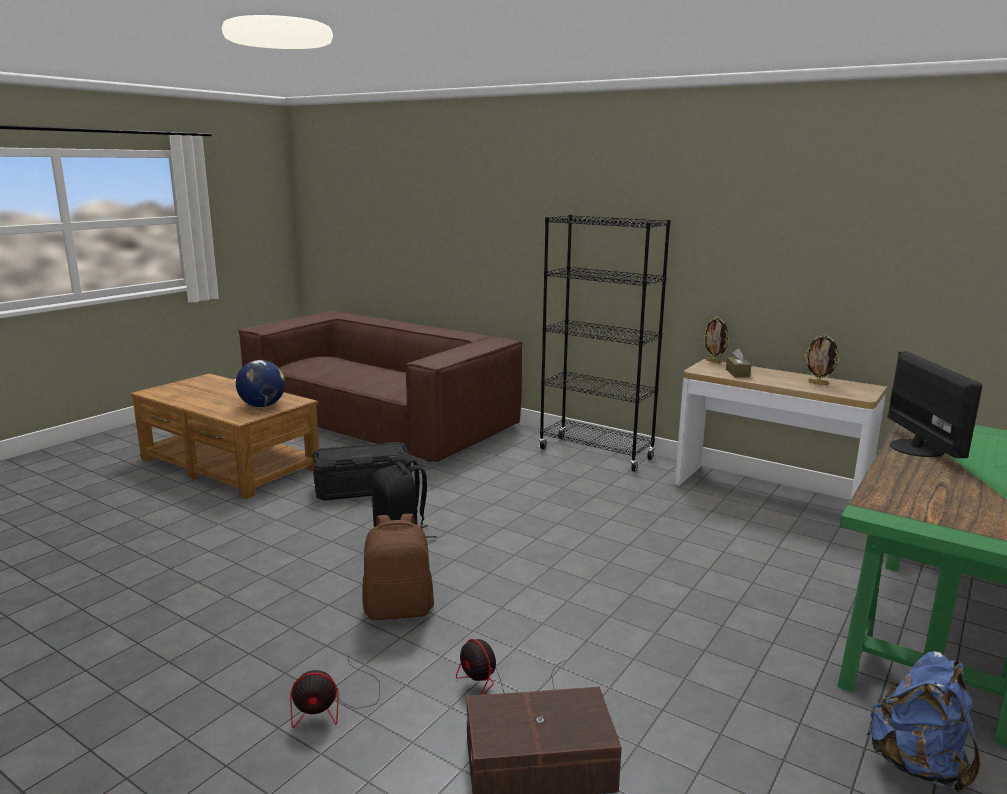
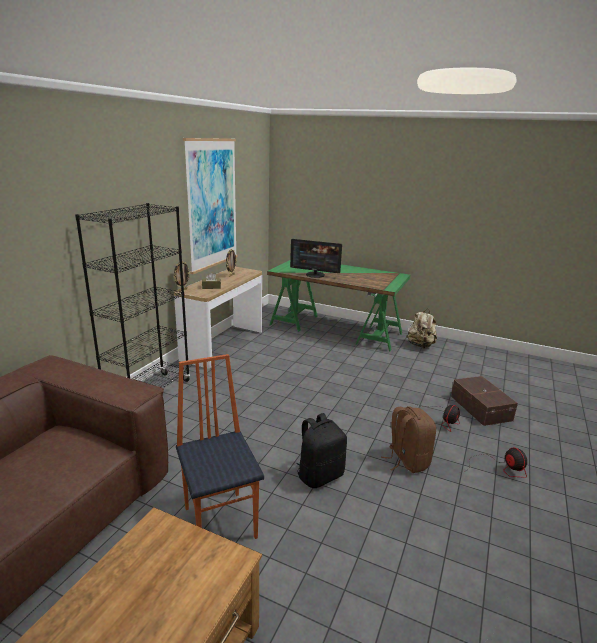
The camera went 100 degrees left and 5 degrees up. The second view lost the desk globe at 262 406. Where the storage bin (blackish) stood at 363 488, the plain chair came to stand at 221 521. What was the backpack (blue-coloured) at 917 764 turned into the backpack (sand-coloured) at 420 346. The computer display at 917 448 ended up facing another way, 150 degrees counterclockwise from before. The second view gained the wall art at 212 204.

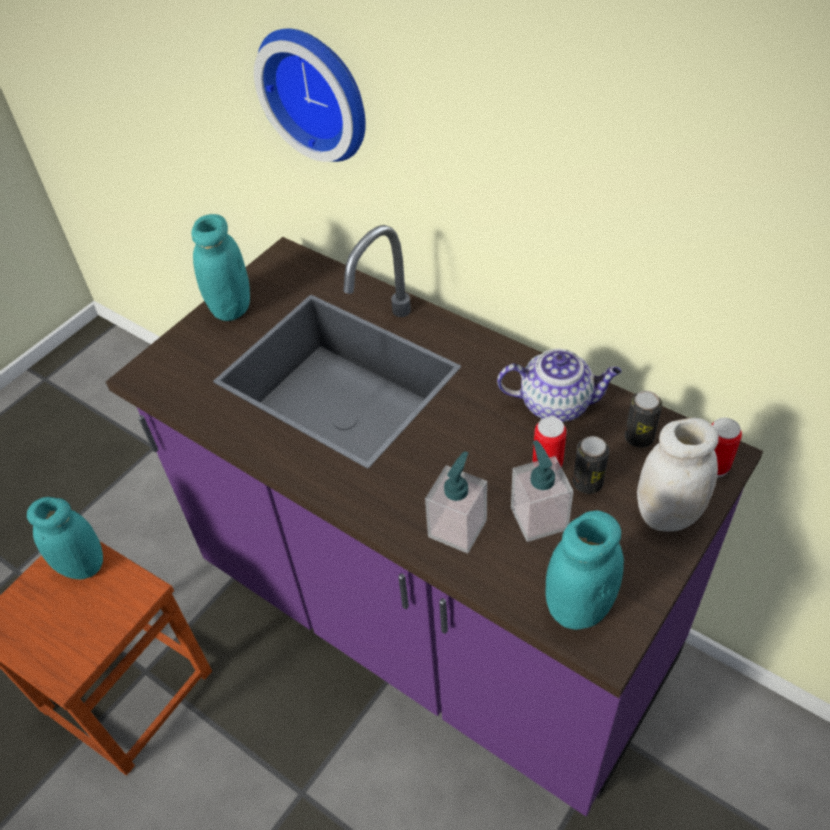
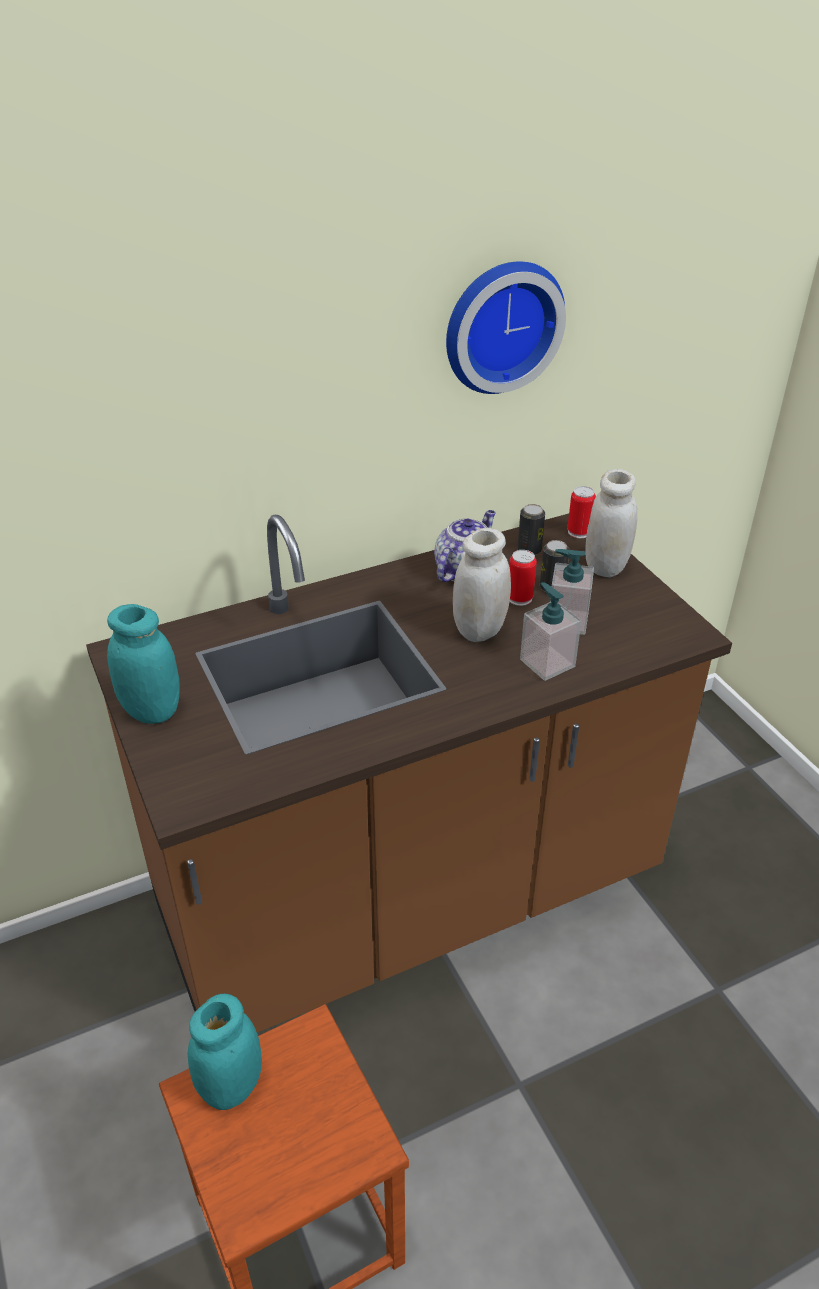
The camera went 65 degrees left and 10 degrees down. What was the counter (purplish) at 432 618 turned into the counter (brown) at 409 899. The clock on the wall ended up elsewhere, having gone from 318 91 to 500 325. The second view lost the preserve jar (turquoise-coloured) at 578 607. The second view gained the preserve jar (whitish) at 480 630.

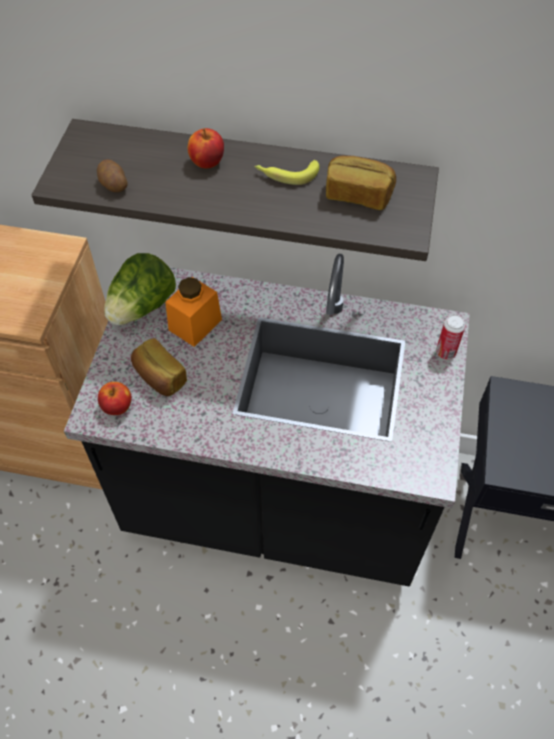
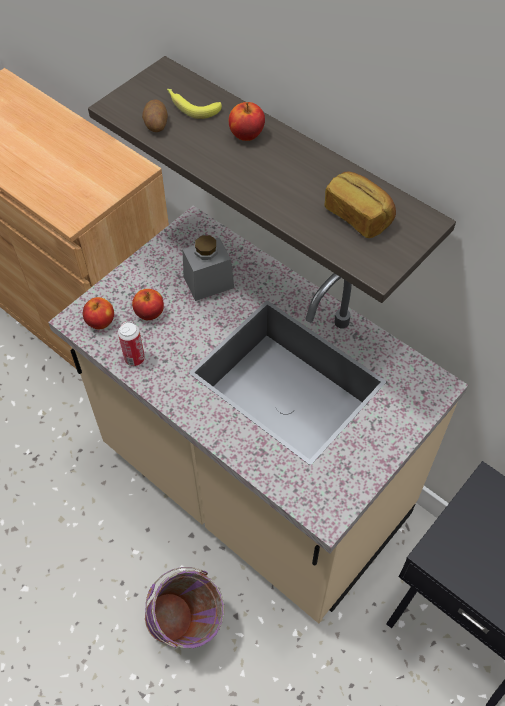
The camera went 30 degrees right and 0 degrees up. What was the counter (blackish) at 277 501 turned into the counter (sand-coloured) at 253 485. The second view lost the head of lettuce at 142 307. Where the bread stood at 159 377, the whole apple came to stand at 149 313. What was the preserve jar (orange) at 195 324 turned into the preserve jar (grey) at 208 282. The whole banana ended up elsewhere, having gone from 286 174 to 191 106. The metal can ended up elsewhere, having gone from 445 352 to 134 358. The second view gained the pail (purplish) at 187 627.

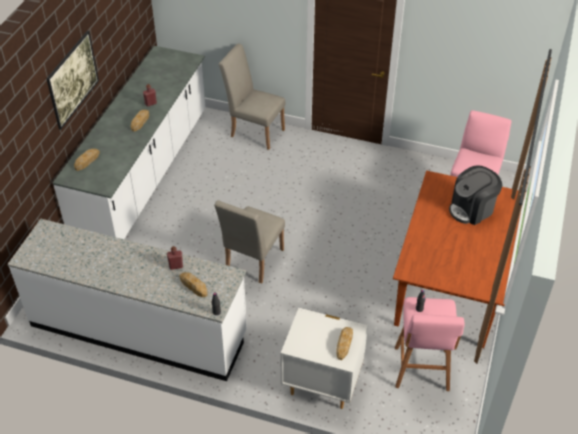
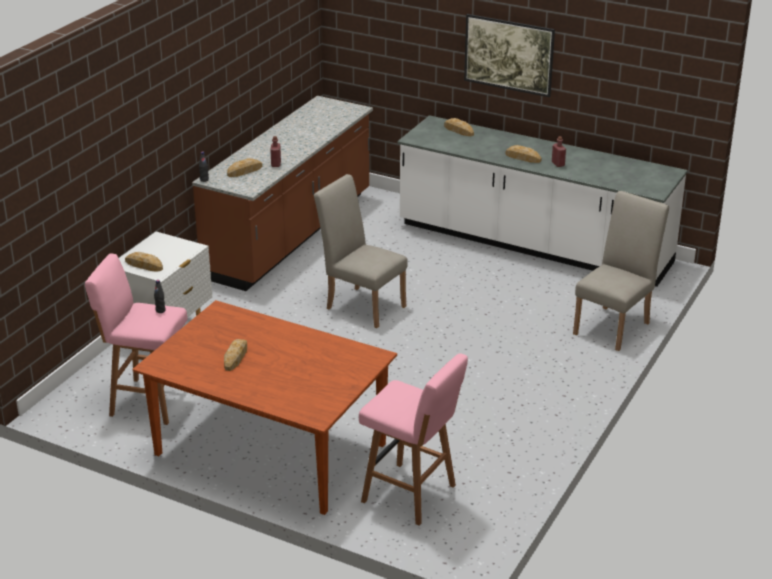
The camera went 100 degrees right and 15 degrees down. What was the counter (whitish) at 139 329 turned into the counter (brown) at 291 235. The second view lost the coffee machine at 472 209. The second view gained the bread at 235 357.

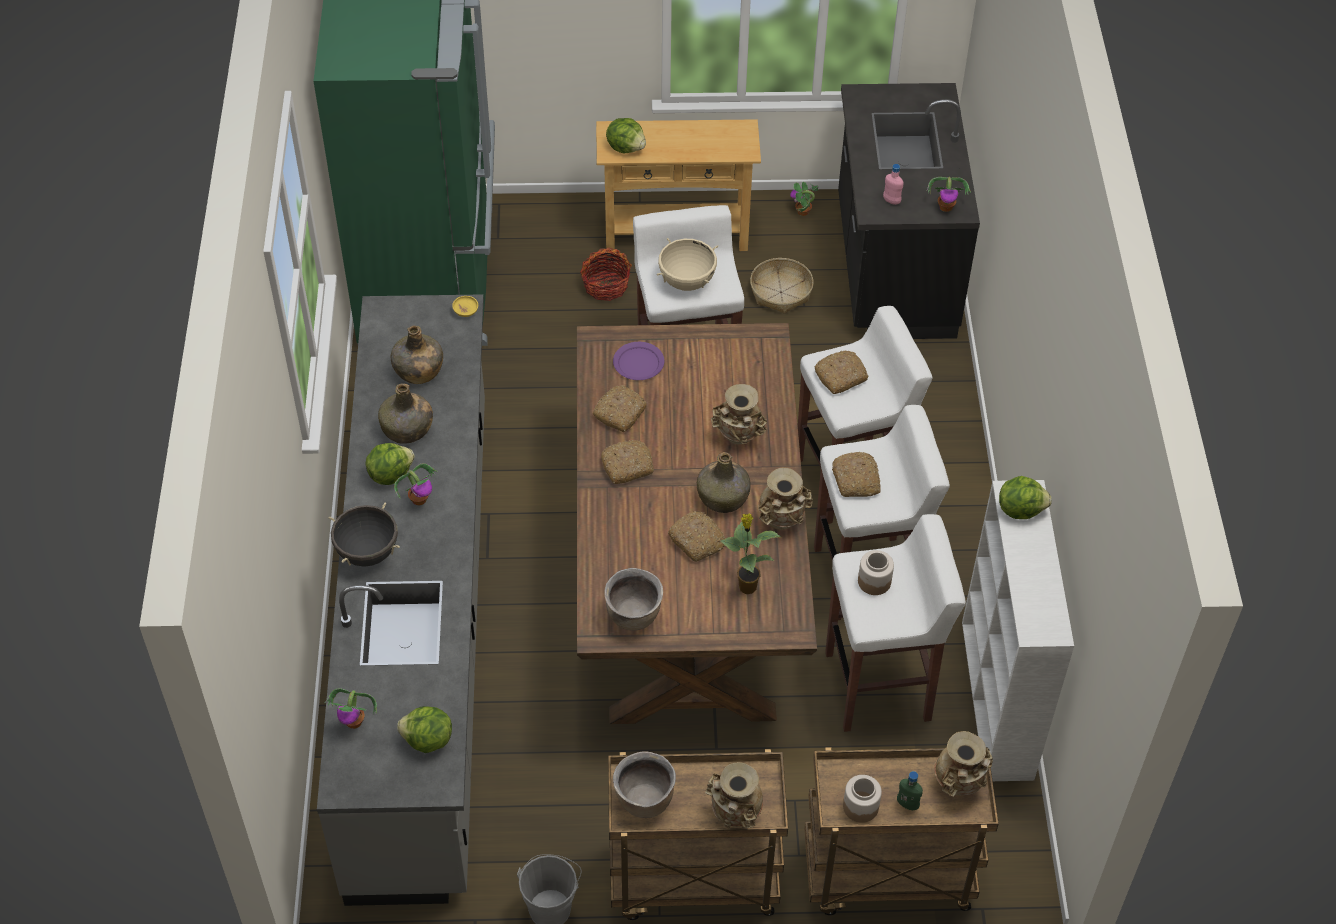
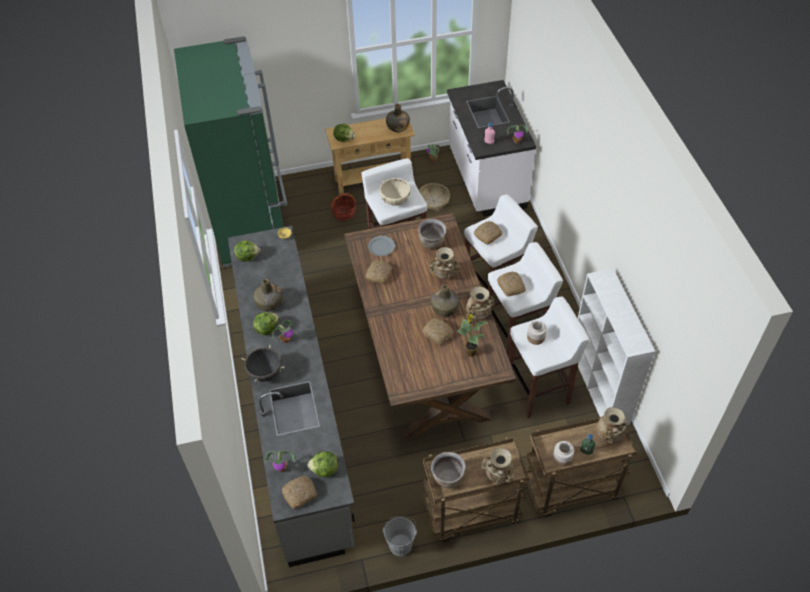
The camera went 10 degrees left and 0 degrees up. The drink bottle (green) ended up elsewhere, having gone from 418 370 to 397 127. The bread ended up elsewhere, having gone from 628 466 to 300 493. The stockpot (brown) ended up elsewhere, having gone from 634 616 to 432 243. What was the plate (purplish) at 638 363 turned into the plate (grey) at 381 247. What was the counter (blackish) at 892 269 turned into the counter (whitish) at 485 179. The head of lettuce ended up elsewhere, having gone from 1020 509 to 247 257.

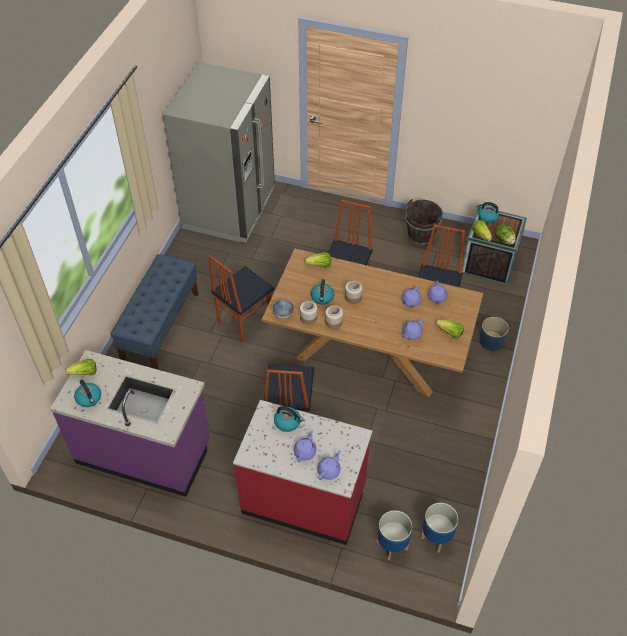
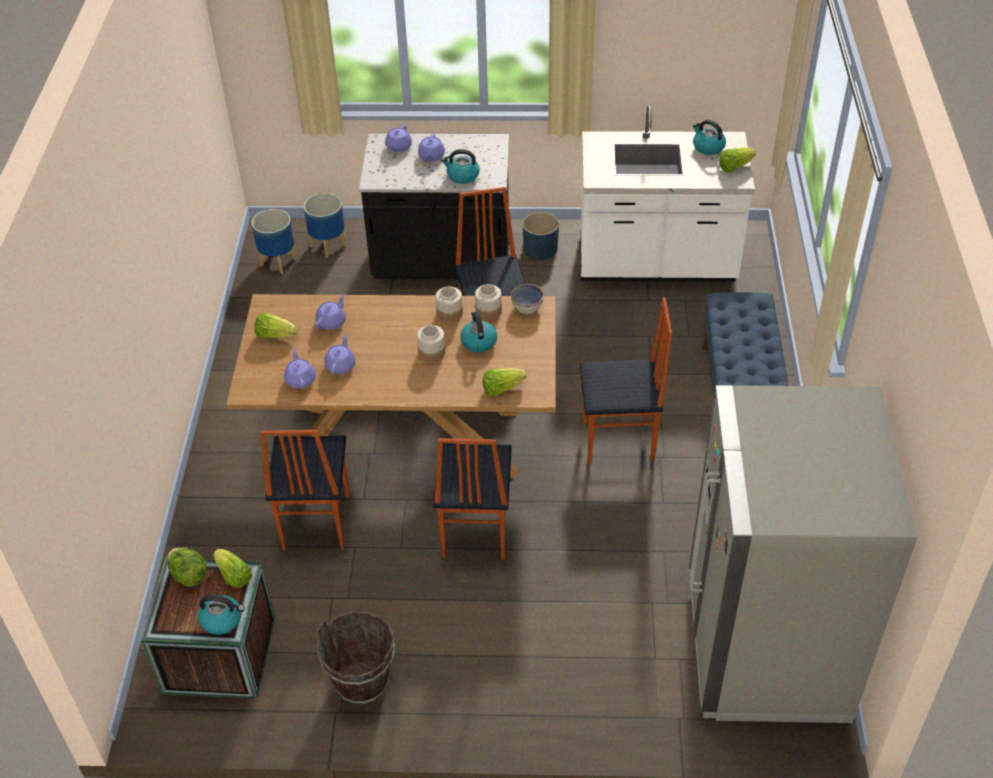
The camera went 165 degrees right and 5 degrees down. What was the counter (purplish) at 144 451 turned into the counter (whitish) at 656 264. The plain chair at 244 321 ended up facing another way, 60 degrees clockwise from before. What was the counter (red) at 304 498 turned into the counter (blackish) at 442 263. The flower pot (blue-coloured) ended up elsewhere, having gone from 491 341 to 540 248.

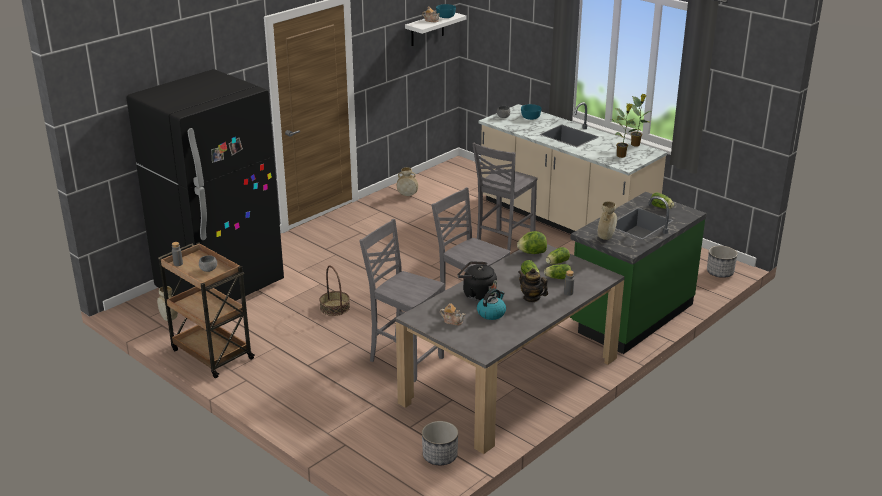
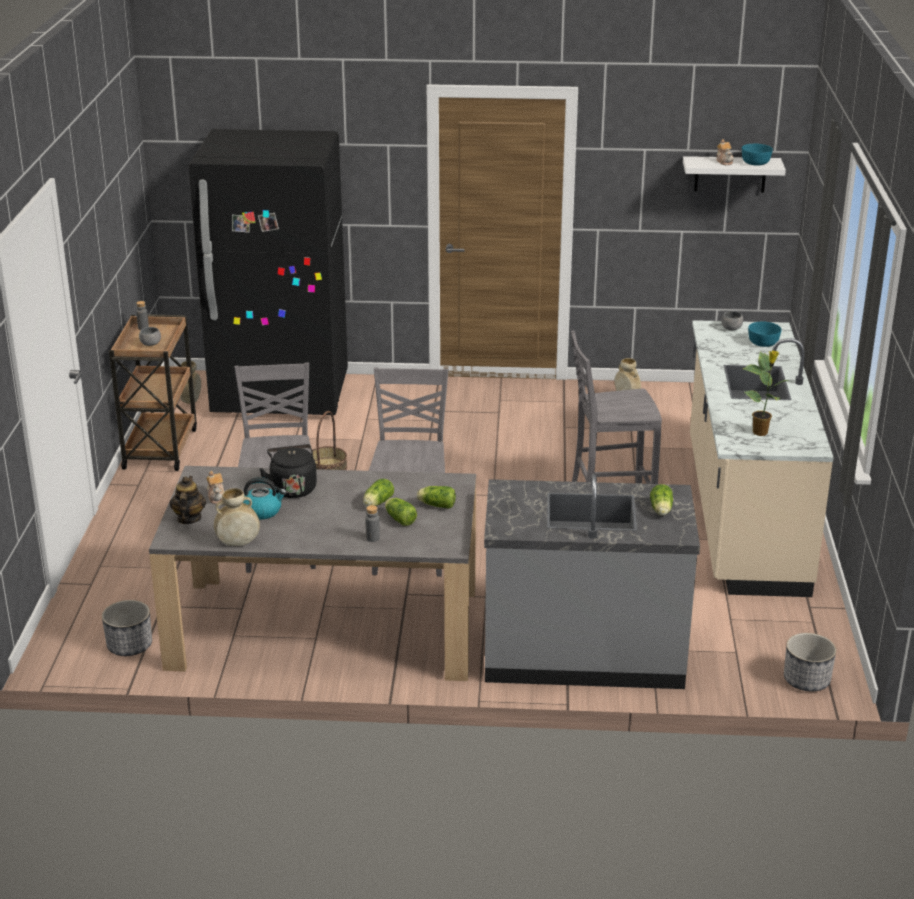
The camera went 50 degrees right and 0 degrees up. The second view lost the head of lettuce at 532 253. The teapot ended up elsewhere, having gone from 531 298 to 188 518. What was the counter (green) at 630 315 turned into the counter (grey) at 583 652. The flower vase (sand-coloured) ended up elsewhere, having gone from 606 237 to 238 543. The second view lost the potted plant at 636 144.

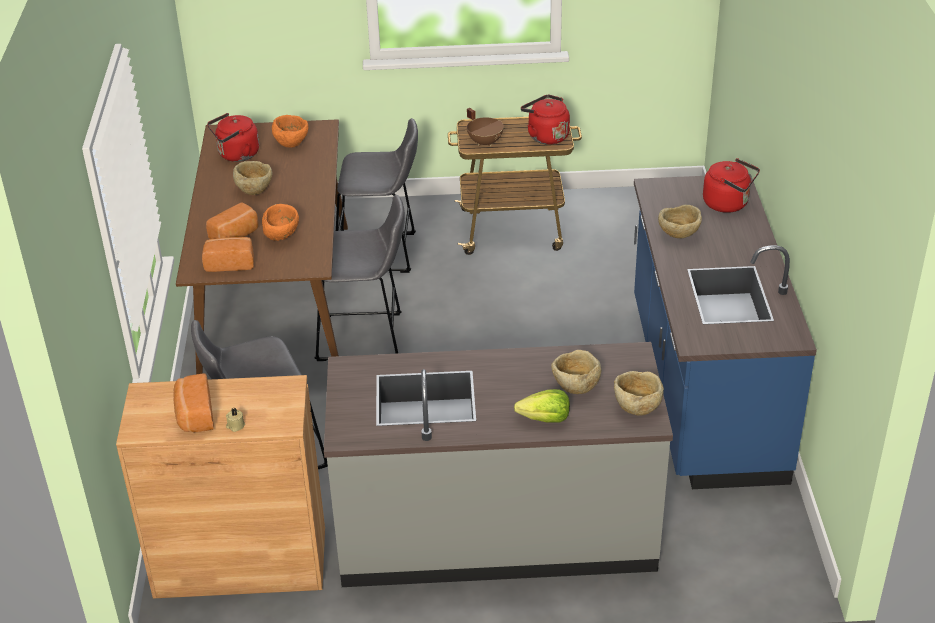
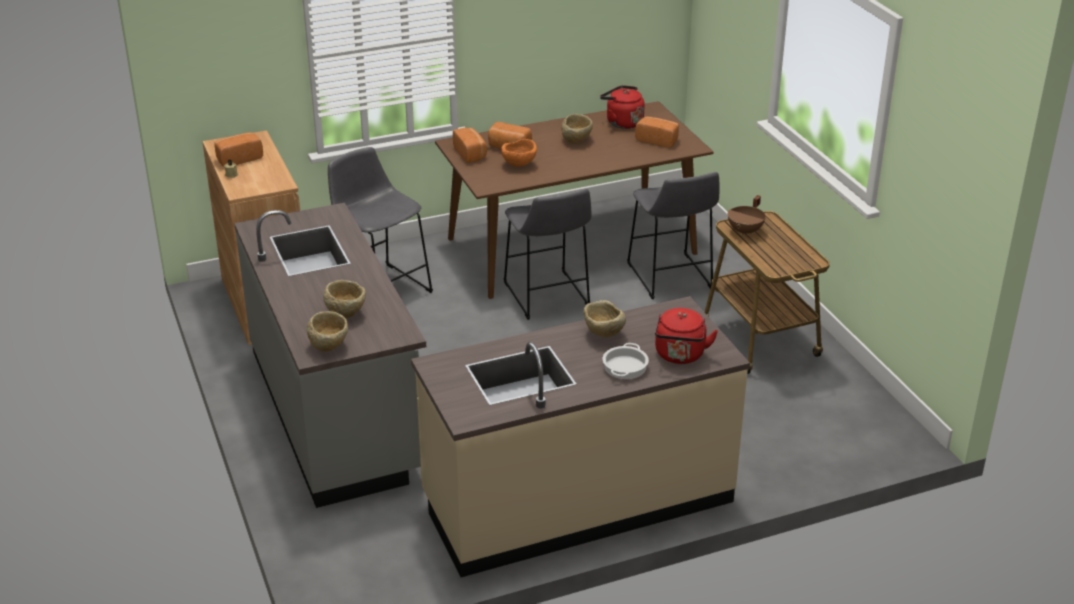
The camera went 70 degrees right and 5 degrees down. Where the deep dish (orange) stood at 292 143, the bread came to stand at 658 140. The second view lost the head of lettuce at 545 419. The second view lost the tea kettle (red) at 546 136. What was the counter (blue-coloured) at 703 389 turned into the counter (sand-coloured) at 577 500. The second view gained the stockpot at 625 367.

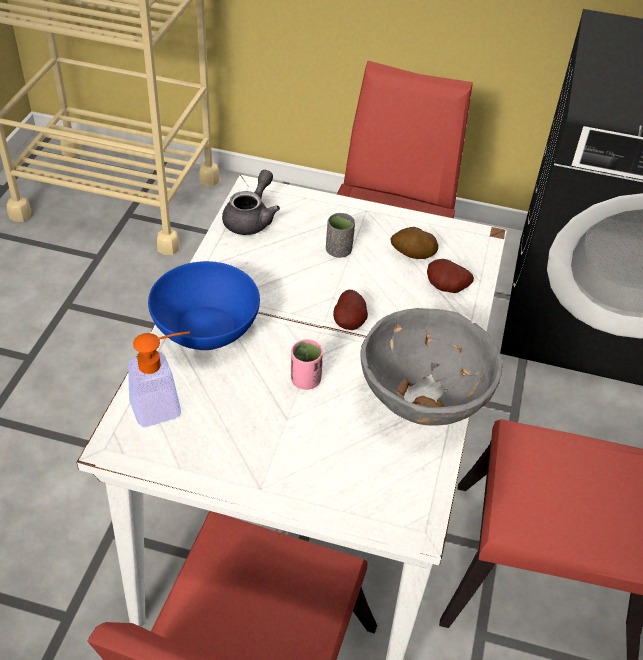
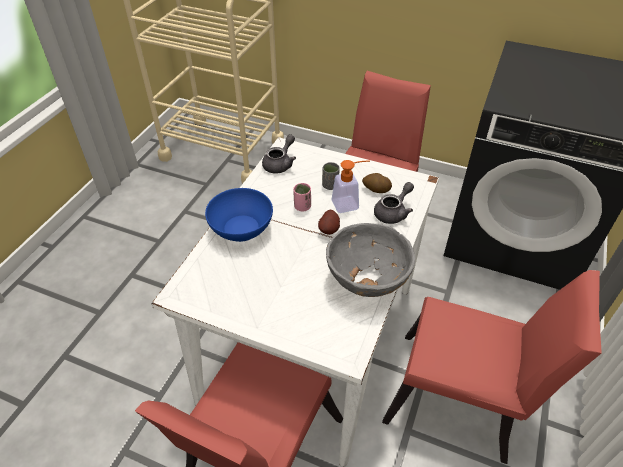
The camera went 10 degrees right and 0 degrees up. The soap bottle ended up elsewhere, having gone from 165 405 to 350 204. The cup (pink) ended up elsewhere, having gone from 305 380 to 302 207. Where the spud stood at 446 289, the teapot (grey) came to stand at 393 212.

